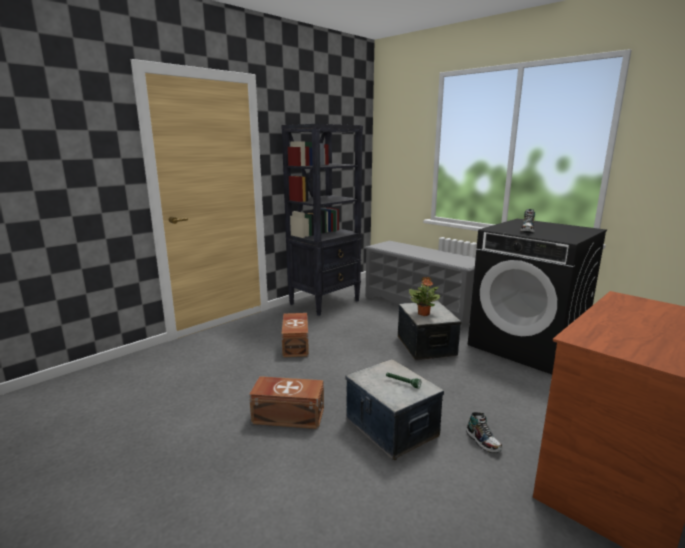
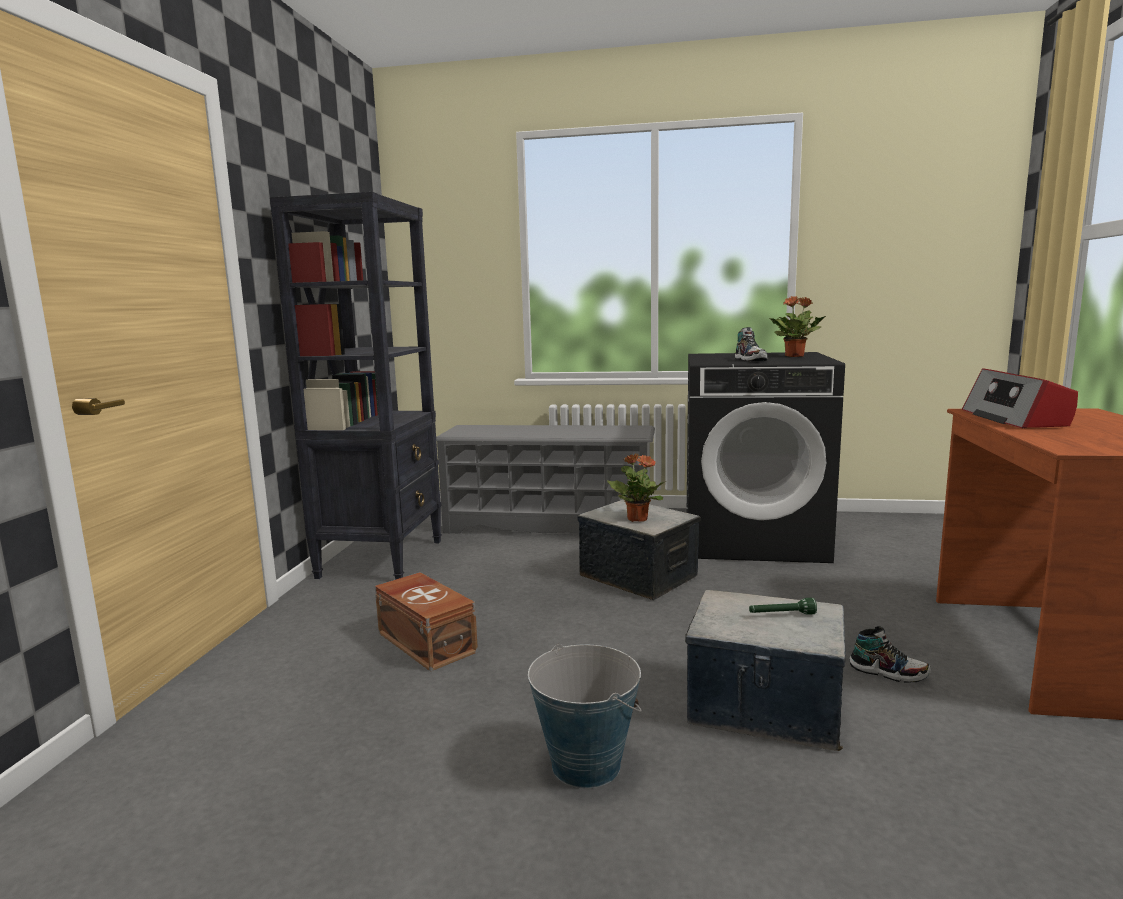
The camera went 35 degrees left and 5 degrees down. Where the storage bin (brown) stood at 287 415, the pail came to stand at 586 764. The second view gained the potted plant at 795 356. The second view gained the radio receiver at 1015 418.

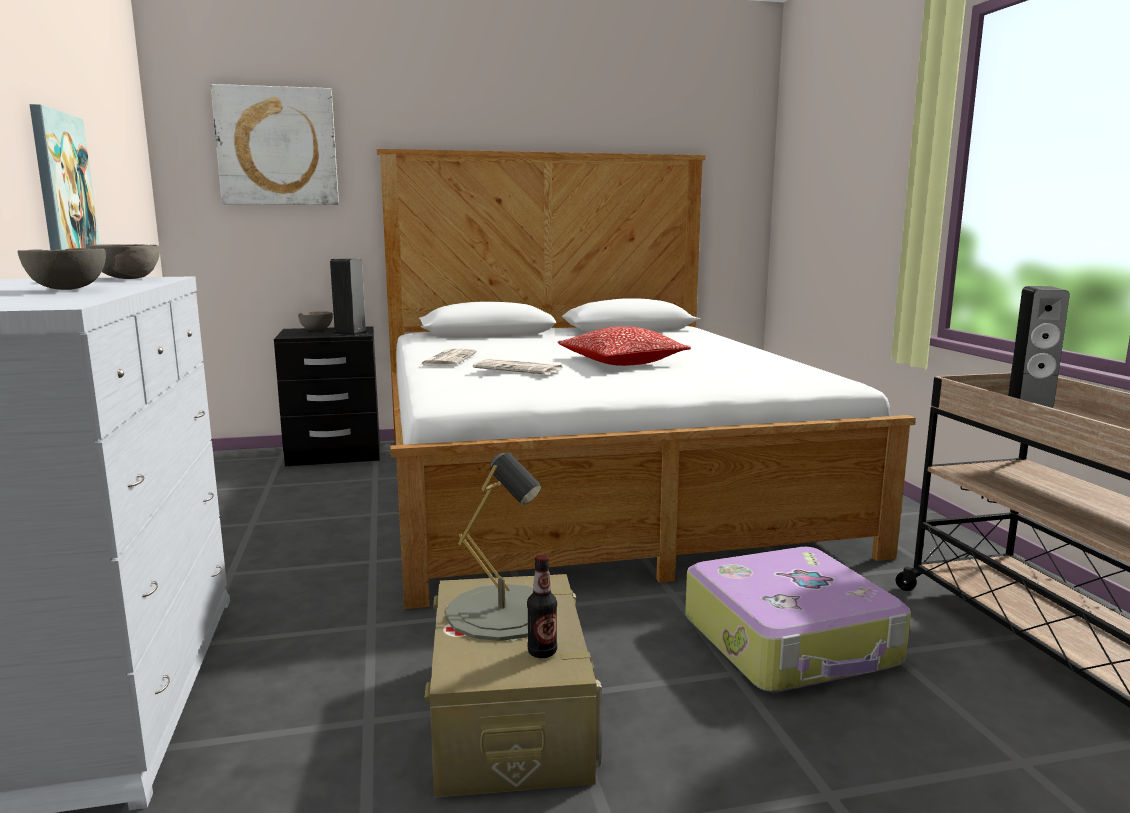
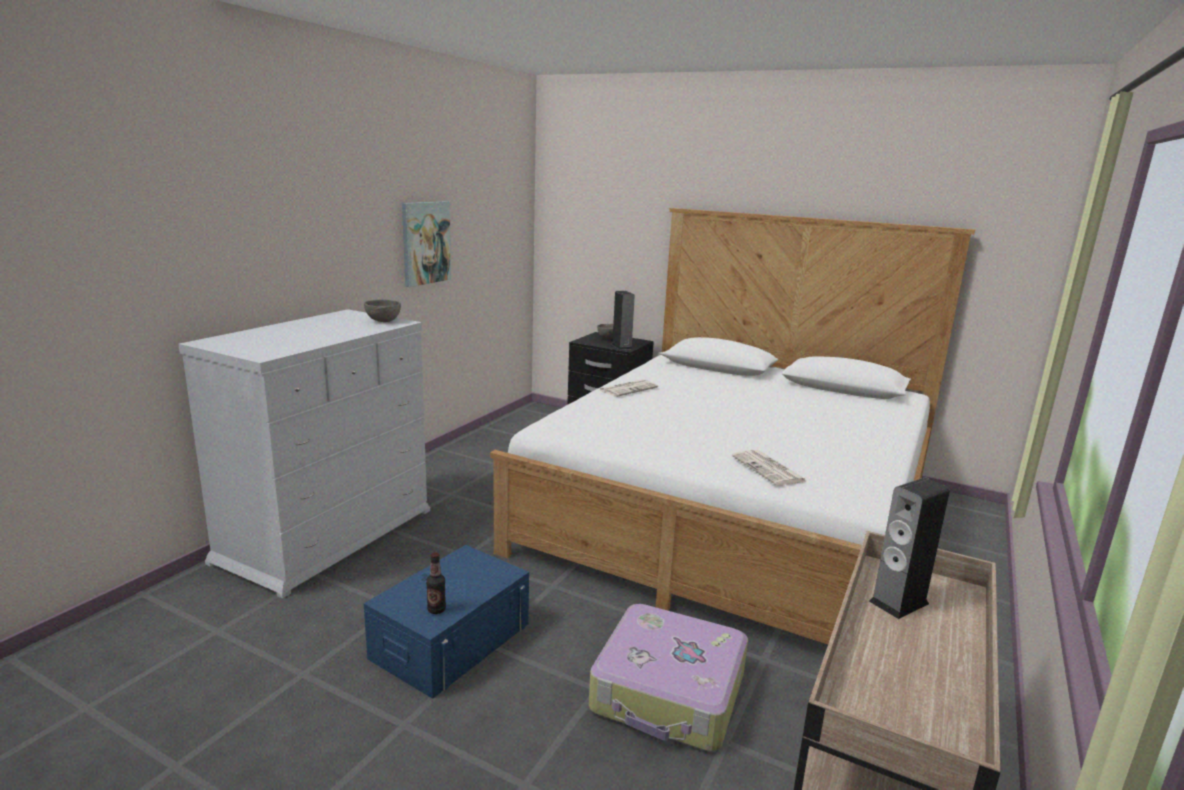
The camera went 40 degrees right and 5 degrees up. The second view lost the deep dish (grey) at 69 289. The second view lost the wall art at 277 146. What was the storage bin (sand-coloured) at 509 715 turned into the storage bin (blue-coloured) at 451 640. The second view lost the table lamp (grey) at 502 612. The newspaper ended up elsewhere, having gone from 520 369 to 769 469. The second view lost the cushion at 622 362.

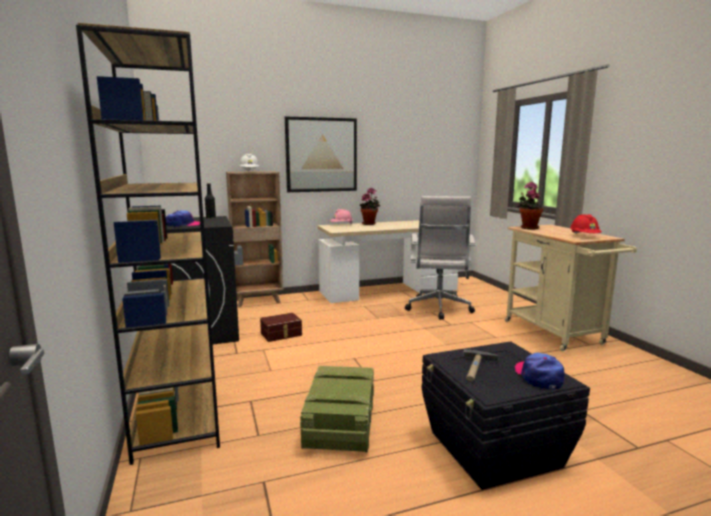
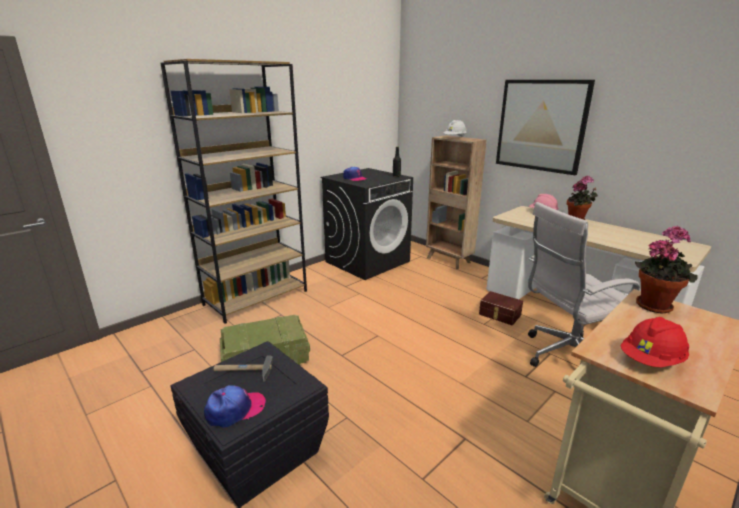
The camera went 65 degrees right and 10 degrees up. The storage bin (brown) ended up elsewhere, having gone from 281 334 to 499 315.

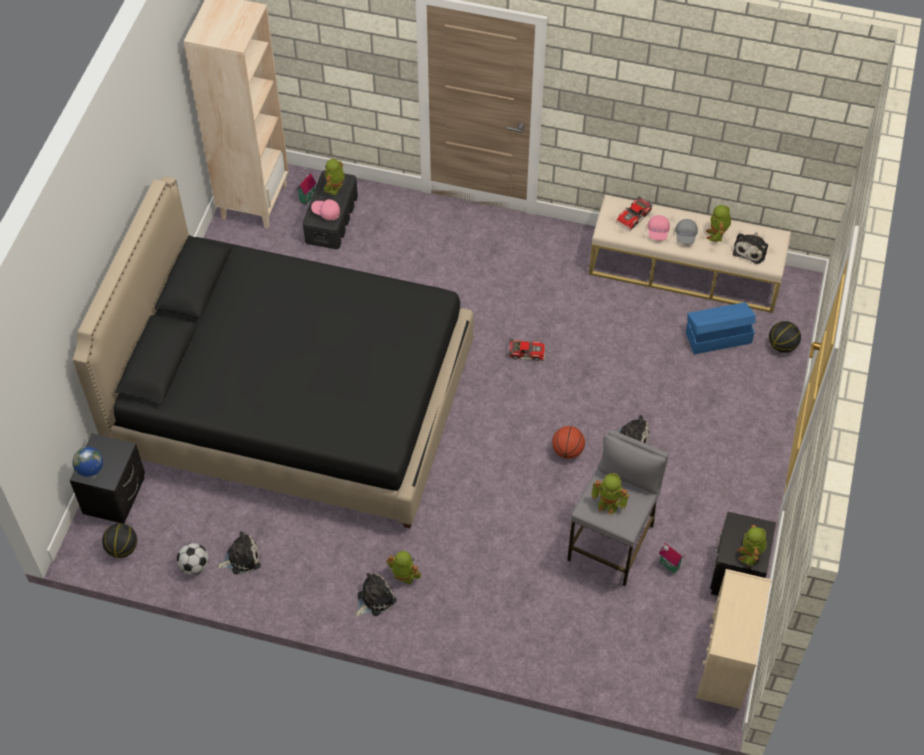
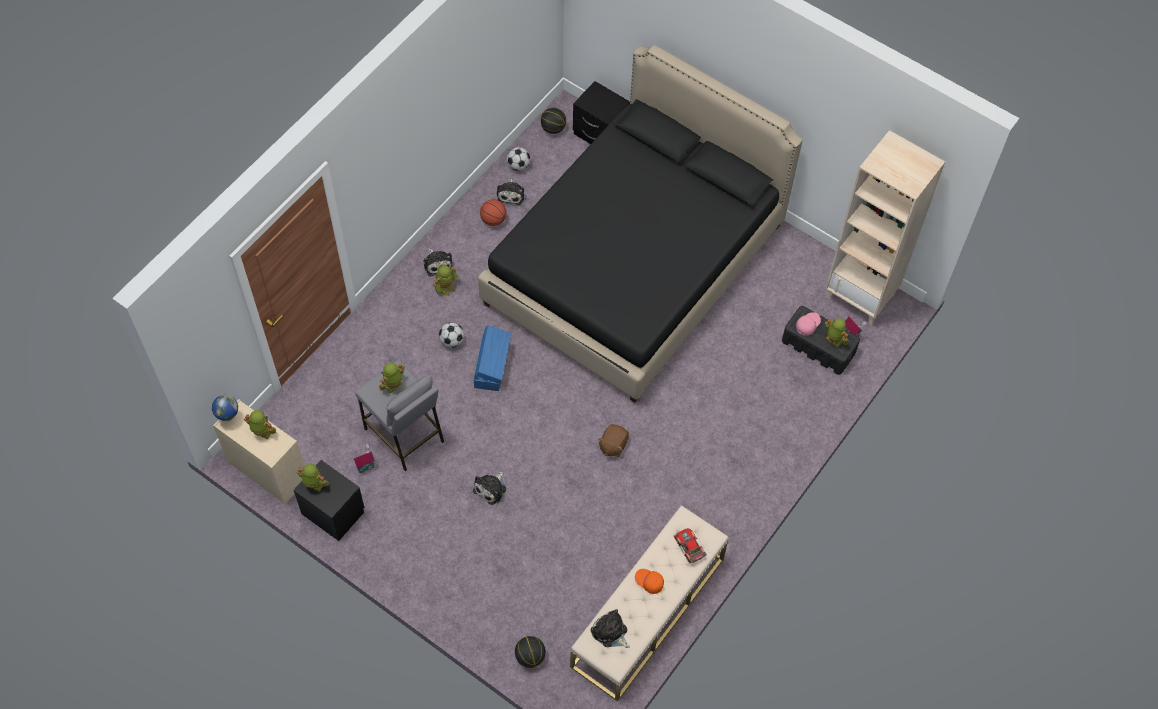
The camera went 110 degrees right and 5 degrees up. The desk globe ended up elsewhere, having gone from 93 477 to 228 419. Where the miniature car stood at 526 352, the plush toy (brown) came to stand at 613 445. The basketball ended up elsewhere, having gone from 567 451 to 493 220. The second view lost the cap (pink) at 658 232. What was the cap (grey) at 685 236 turned into the cap (orange) at 649 582. The storage bin (blue-coloured) ended up elsewhere, having gone from 717 337 to 492 365. The robot figure ended up elsewhere, having gone from 717 235 to 262 432. The second view gained the ball for football at 452 341.

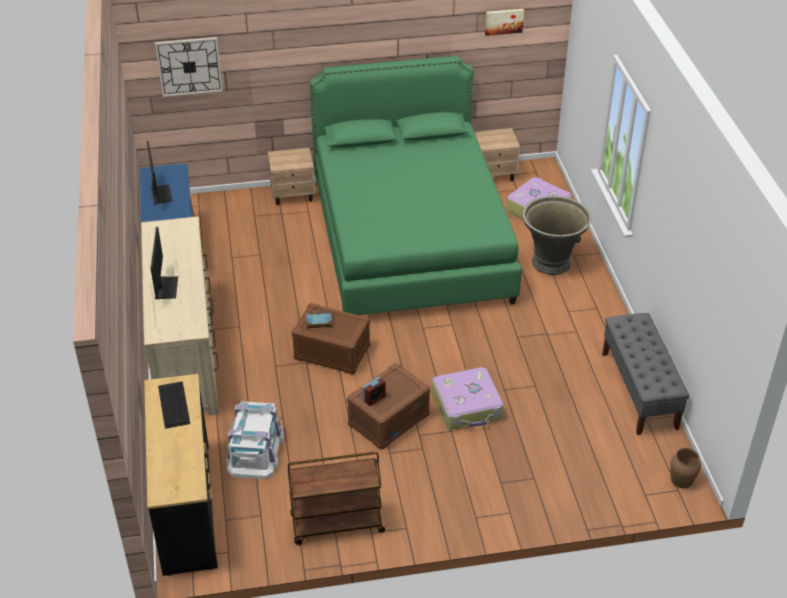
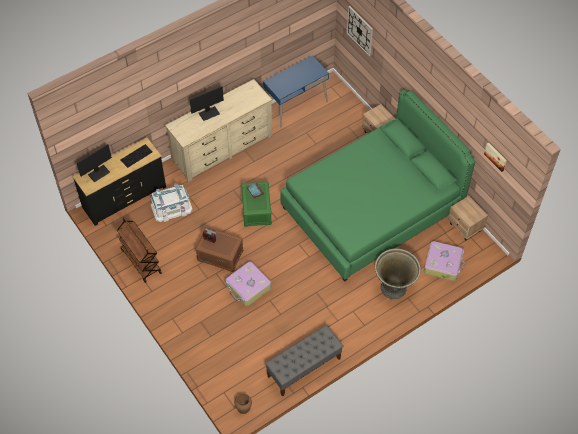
The camera went 65 degrees right and 15 degrees up. The computer display ended up elsewhere, having gone from 160 194 to 98 173. What was the storage bin (brown) at 331 352 turned into the storage bin (green) at 256 210.

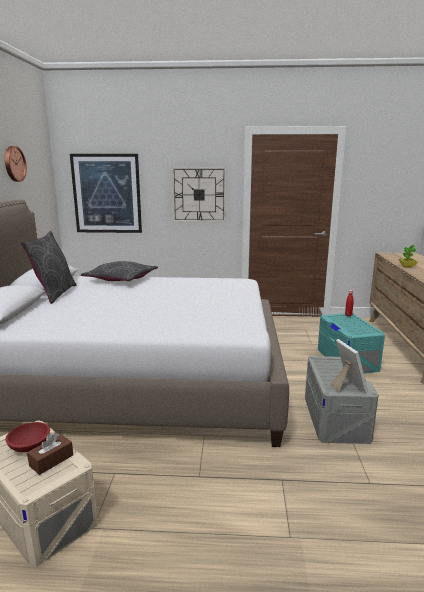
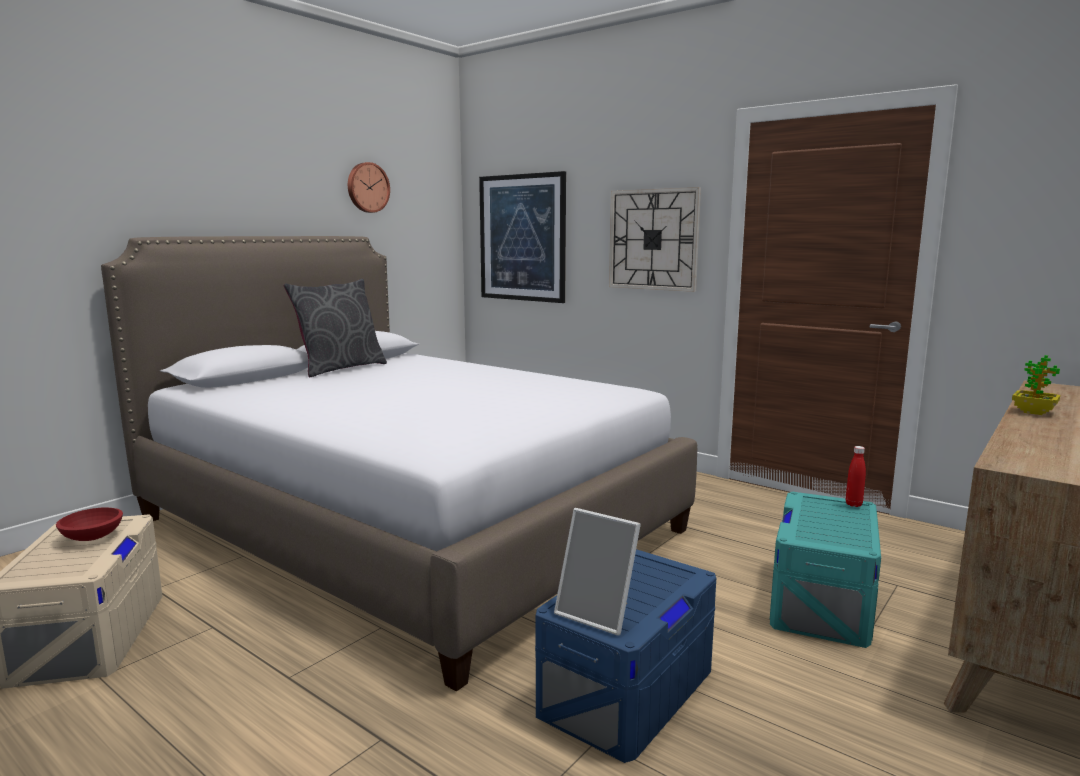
The camera went 35 degrees right and 5 degrees down. The second view lost the tissue box (brown) at 51 460. The second view lost the cushion (grey) at 121 279. What was the storage bin (grey) at 335 418 turned into the storage bin (blue-coloured) at 627 690. The photo frame at 347 386 ended up facing another way, 105 degrees clockwise from before.

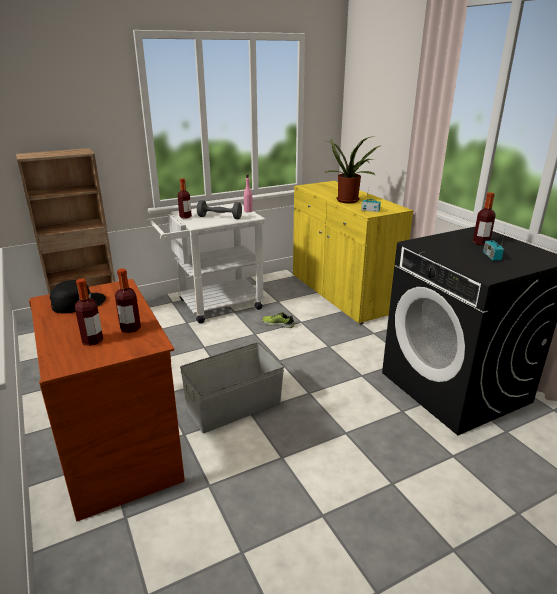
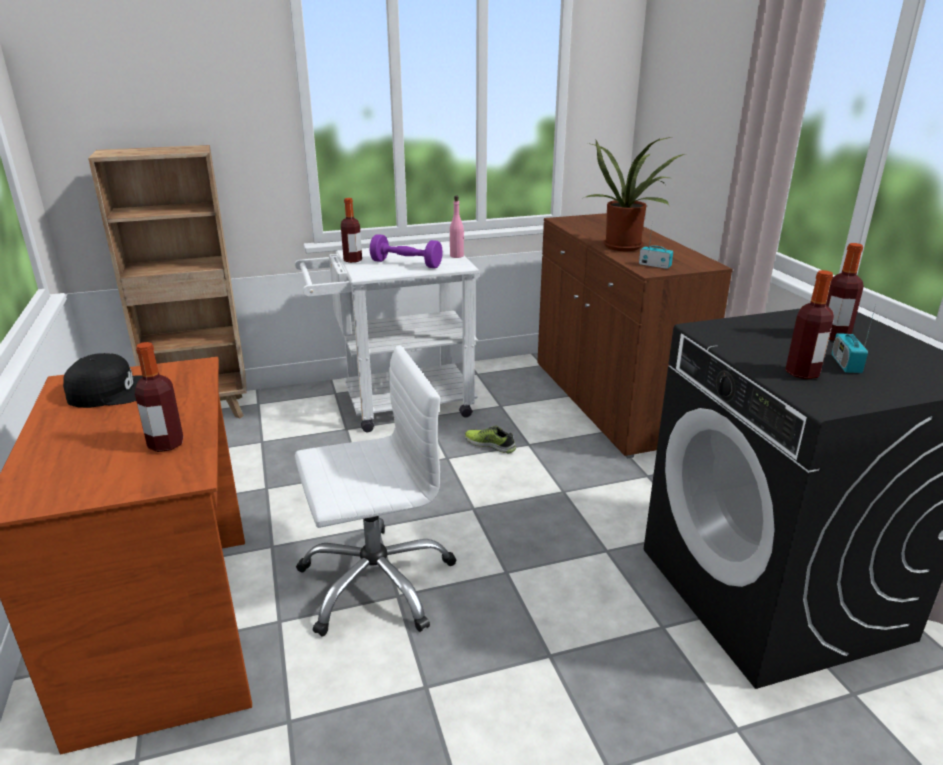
The camera went 10 degrees right and 0 degrees up. The drink bottle ended up elsewhere, having gone from 92 341 to 802 373. Where the storage bin (grey) stood at 234 406, the computer chair (whitish) came to stand at 376 581. What was the hand weight (grey) at 219 217 turned into the hand weight (purplish) at 406 264. What was the cupboard (yellowish) at 342 293 turned into the cupboard (brown) at 610 401.

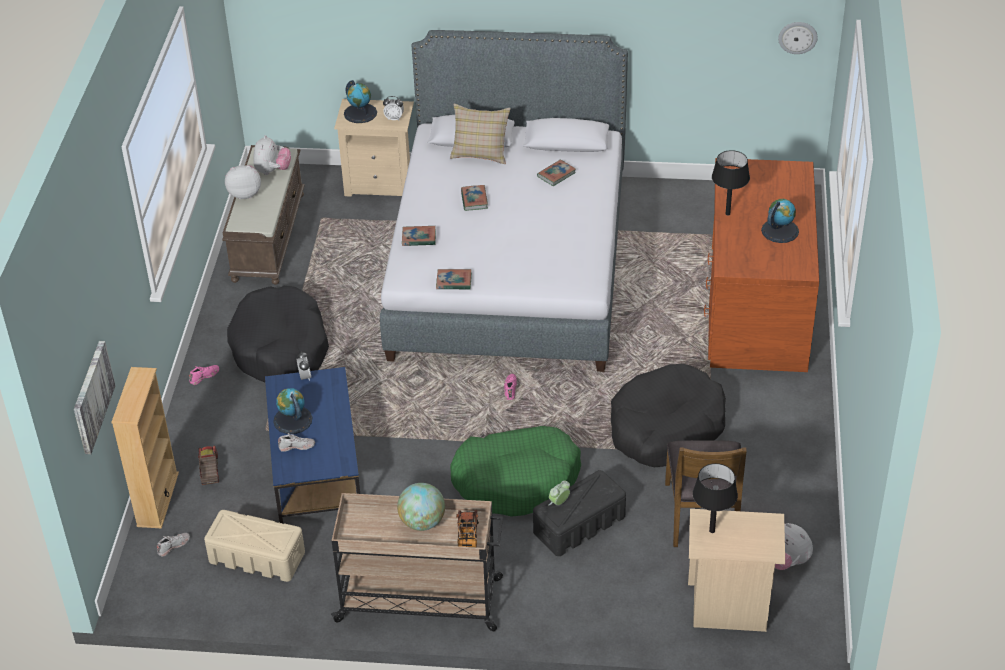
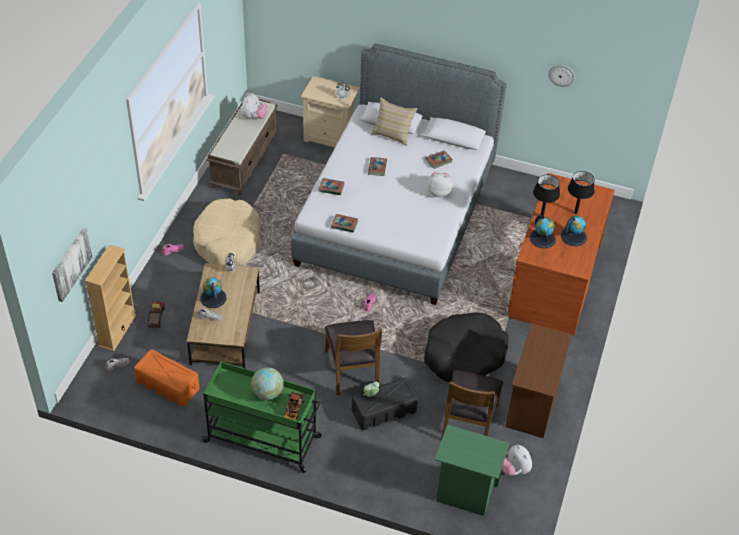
The camera went 10 degrees right and 5 degrees up. What was the storage bin (sand-coloured) at 256 557 turned into the storage bin (orange) at 167 385. The plush toy ended up elsewhere, having gone from 244 193 to 439 192. What was the dog cushion (blackish) at 280 348 turned into the dog cushion (sand-coloured) at 228 241. What was the low table (blue-coloured) at 315 462 turned into the low table (brown) at 225 327. What was the cart (sand-coloured) at 421 600 turned into the cart (green) at 263 440. The desk globe ended up elsewhere, having gone from 360 113 to 542 238. Where the dog cushion (green) stood at 517 480, the plain chair (brown) came to stand at 353 370. What was the bedside table (sand-coloured) at 729 607 turned into the bedside table (green) at 464 493. The table lamp (blackish) ended up elsewhere, having gone from 712 531 to 575 213. The clock on the wall ended up elsewhere, having gone from 797 37 to 562 75. The second view gained the dresser (brown) at 532 404.

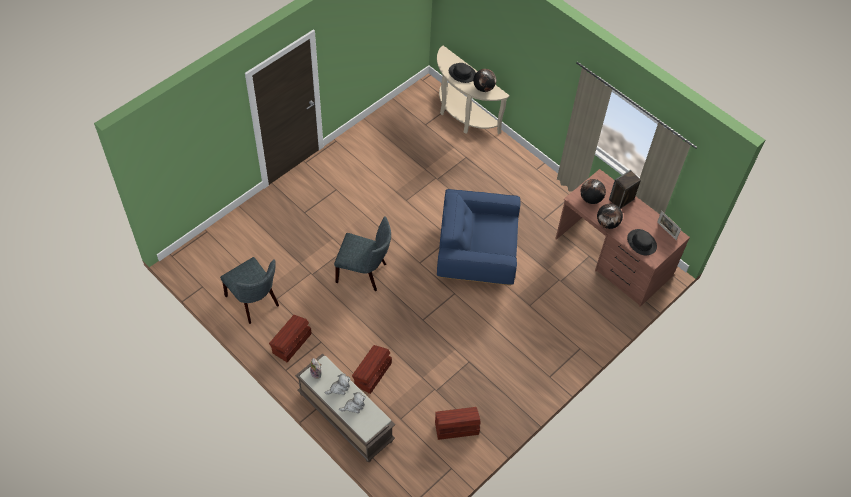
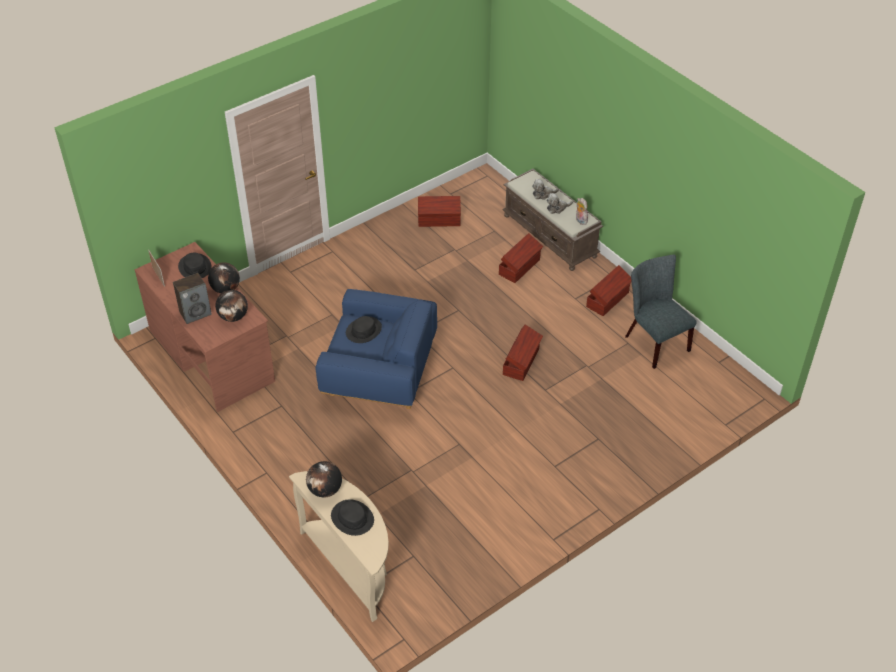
The camera went 170 degrees left and 10 degrees down. Where the plain chair (grey) stood at 364 273, the storage bin (brown) came to stand at 522 362. The second view gained the clothing hat (blackish) at 363 330.

